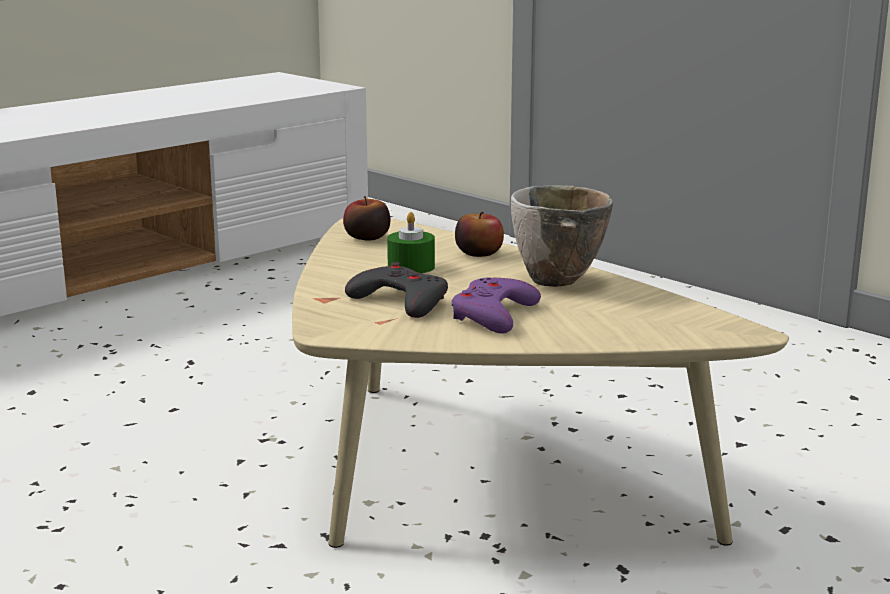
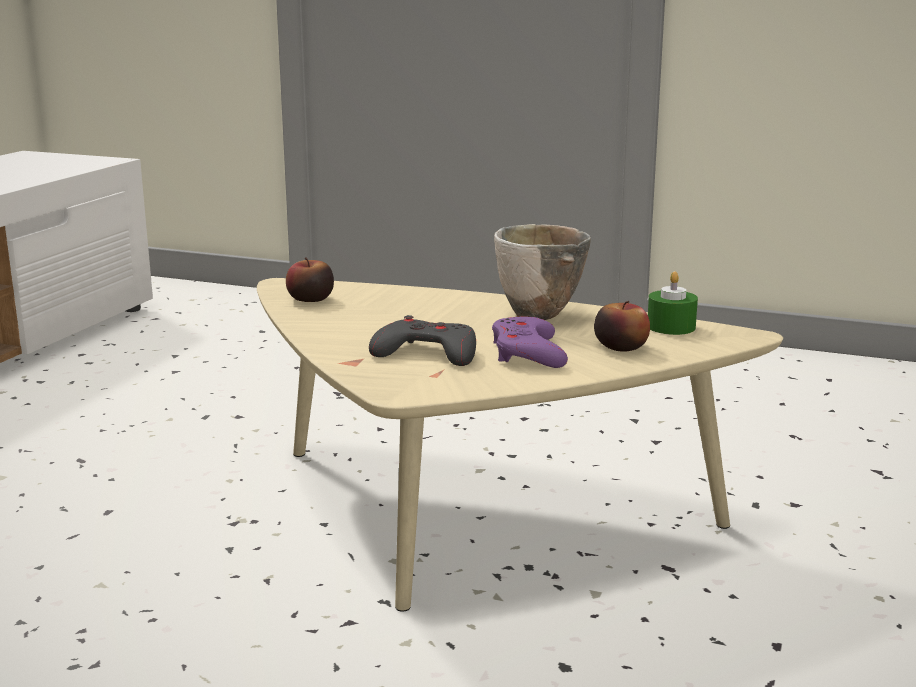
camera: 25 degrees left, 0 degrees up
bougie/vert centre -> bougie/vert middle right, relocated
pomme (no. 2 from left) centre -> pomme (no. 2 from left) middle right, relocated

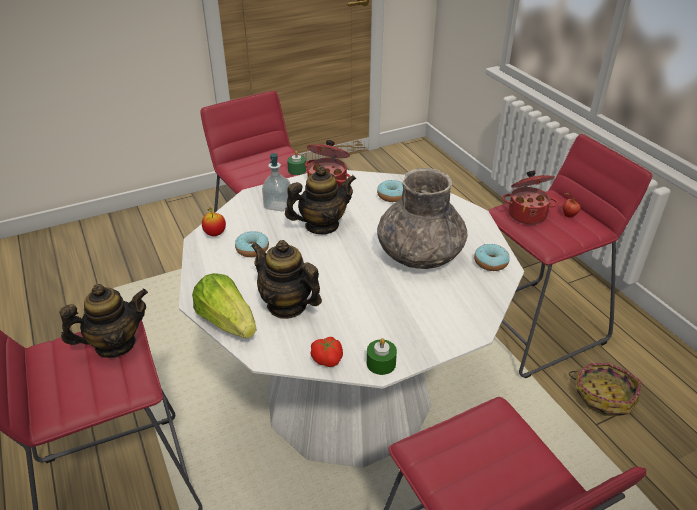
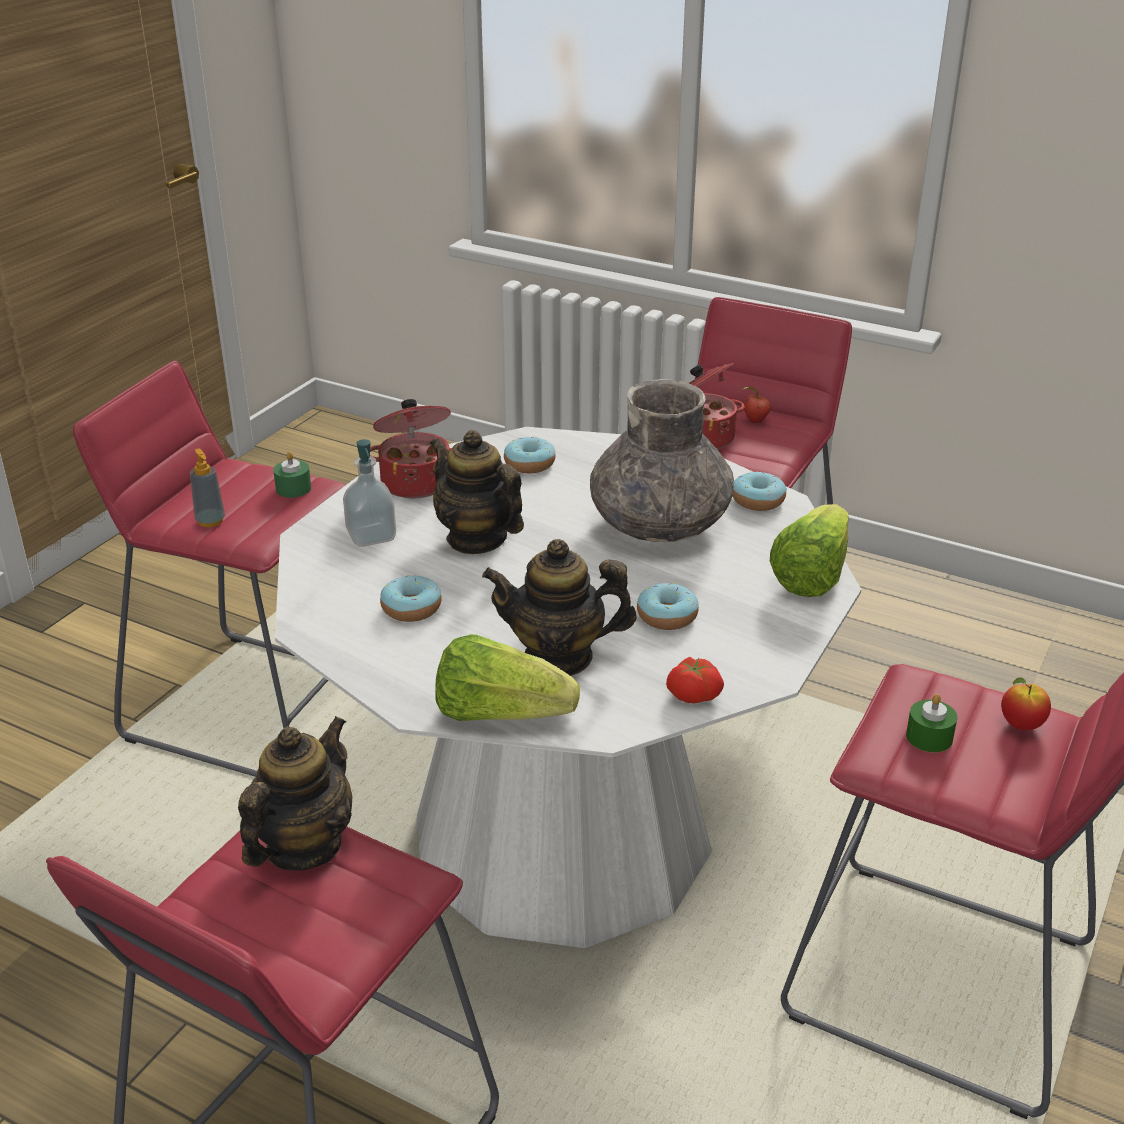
camera: 35 degrees left, 5 degrees down
théière (no. 3 from left in the first image) centre -> théière (no. 2 from left) centre, 75 degrees counterclockwise
pomme (no. 1 from left in the first image) middle left -> pomme (no. 2 from left) middle right, relocated
bougie/vert (no. 2 from left) bottom centre -> bougie/vert (no. 2 from left) middle right, relocated
panier bottom right -> none
none -> distributeur de savon (no. 1 from left) middle left
none -> laitue (no. 2 from left) middle right
none -> beignet (no. 3 from left) centre

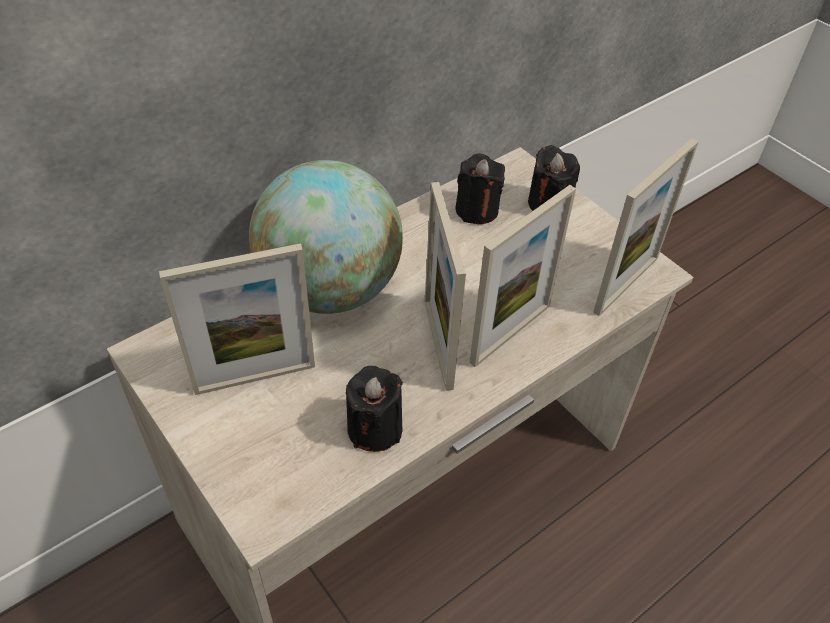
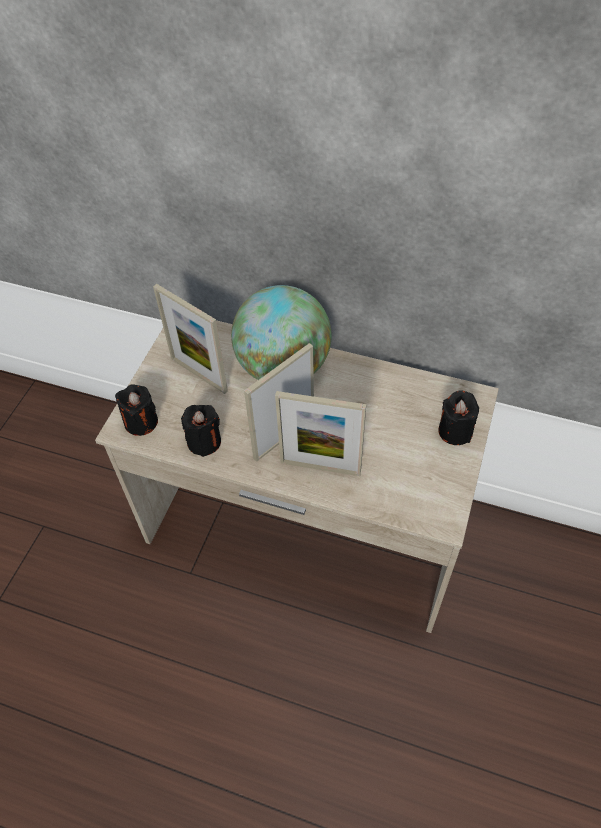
camera: 60 degrees right, 5 degrees up
cadre photo (no. 4 from left) middle right -> none
bougie/noir (no. 2 from left in the first image) top centre -> bougie/noir (no. 1 from left) middle left, relocated

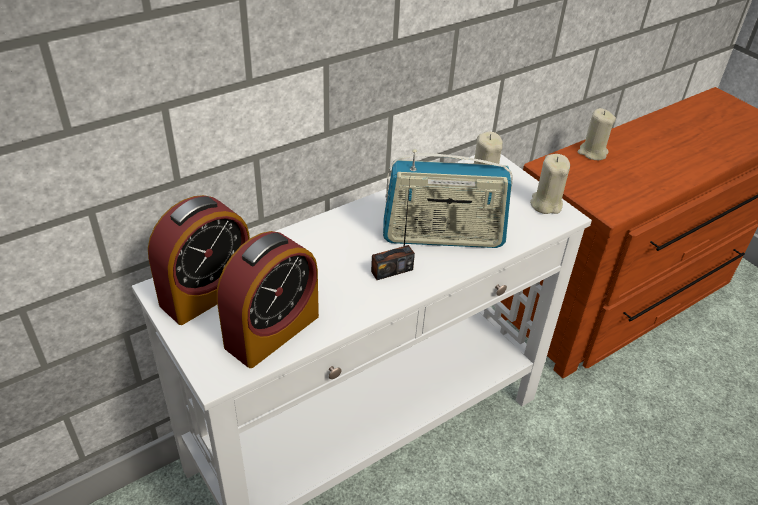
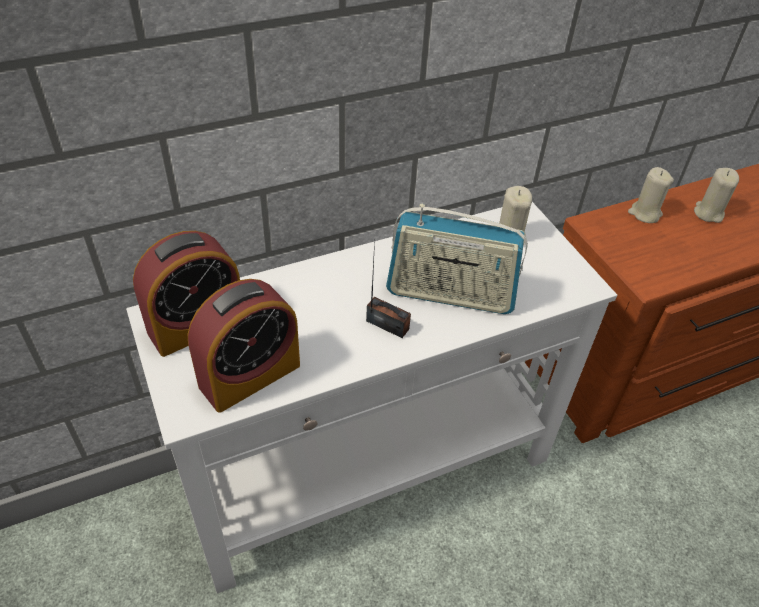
camera: 10 degrees right, 5 degrees up
bougie/beige (no. 2 from left in the first image) middle right -> bougie/beige (no. 3 from left) top right, relocated
radio (no. 1 from left) centre, 135 degrees counterclockwise

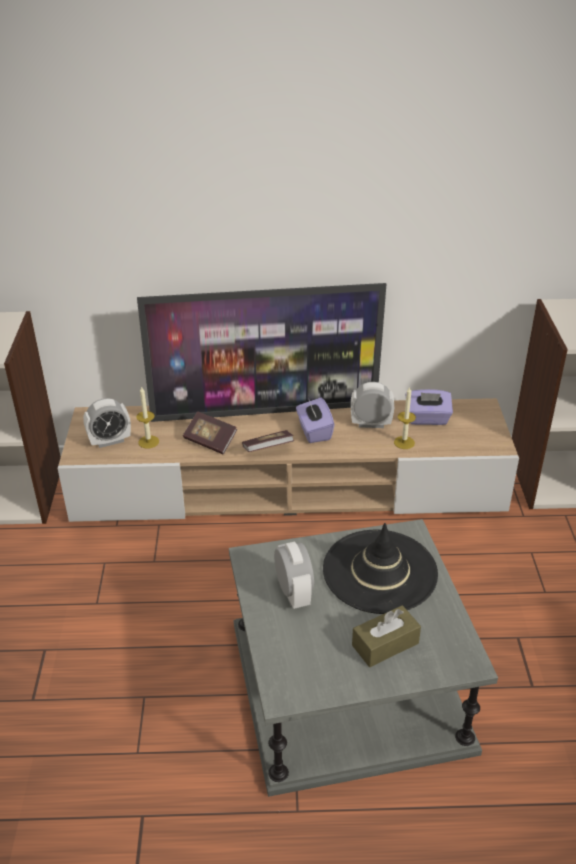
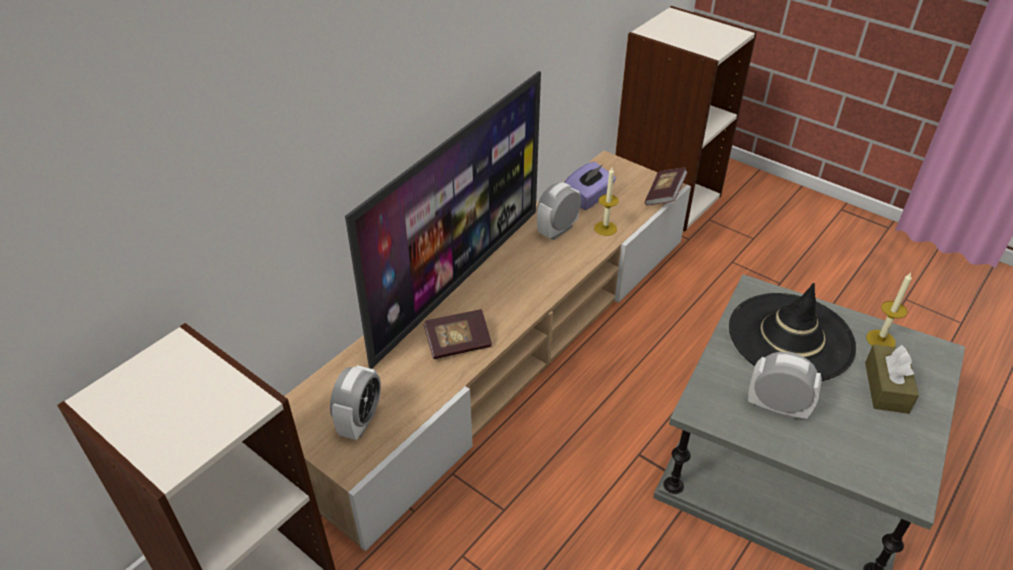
camera: 50 degrees left, 5 degrees up
bougie (no. 1 from left in the first image) middle left -> bougie (no. 2 from left) middle right, relocated
boîte à mouchoirs/violet (no. 1 from left) centre -> none
livre (no. 2 from left) centre -> livre (no. 2 from left) top centre, relocated

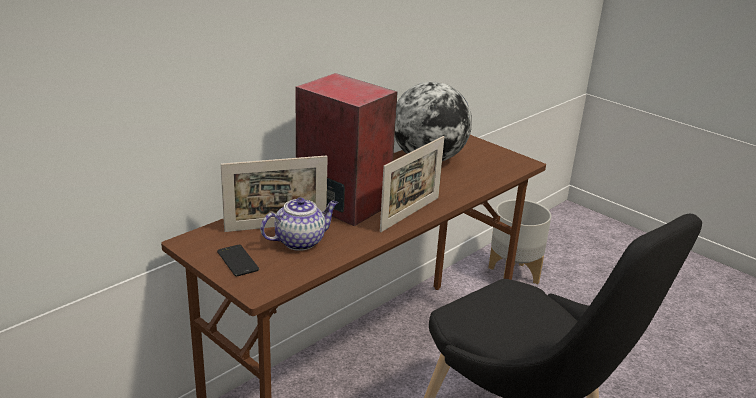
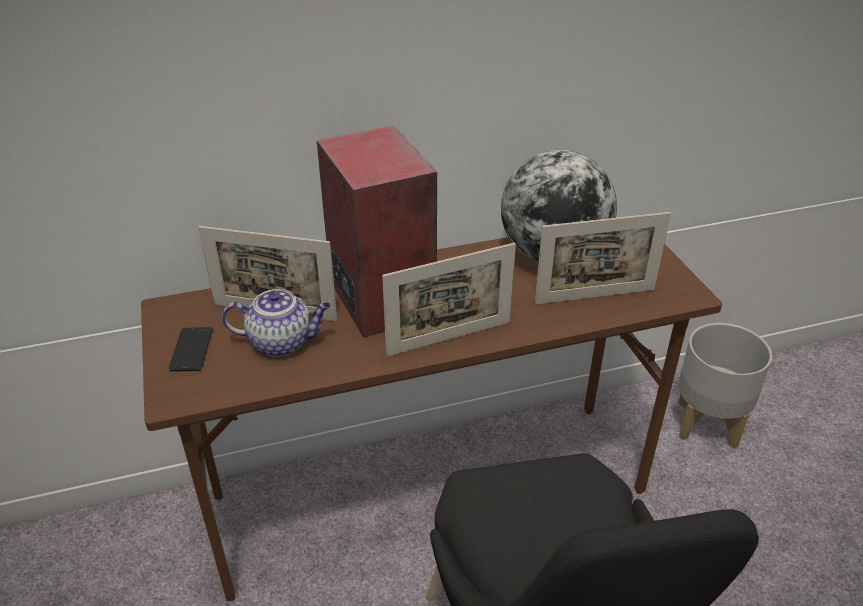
camera: 30 degrees right, 10 degrees up
none -> cadre photo (no. 3 from left) middle right

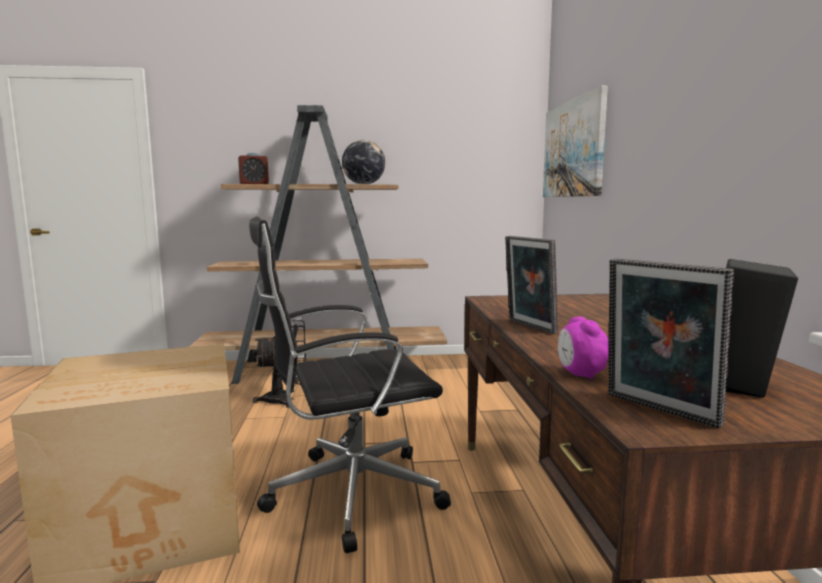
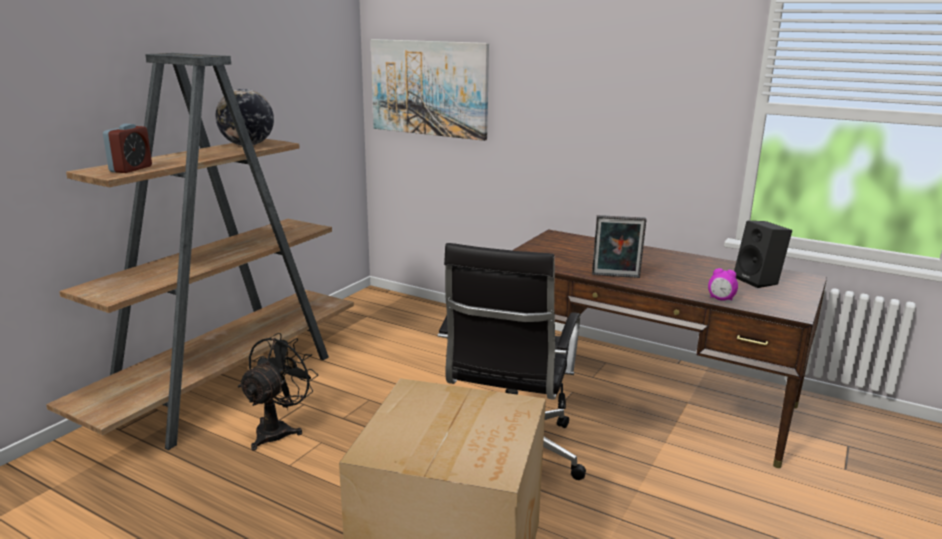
camera: 55 degrees left, 10 degrees up
cadre photo (no. 2 from left) middle right -> none

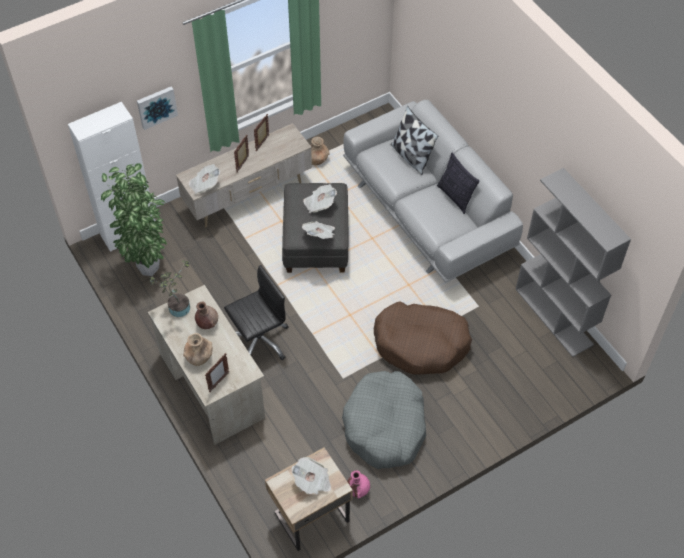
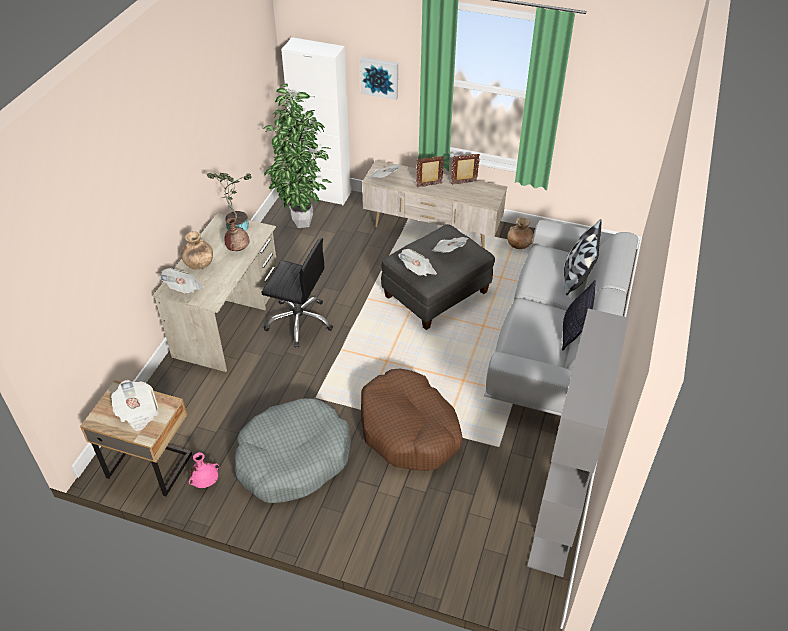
camera: 50 degrees right, 10 degrees down
cadre photo (no. 1 from left) bottom left -> journal (no. 2 from left) middle left

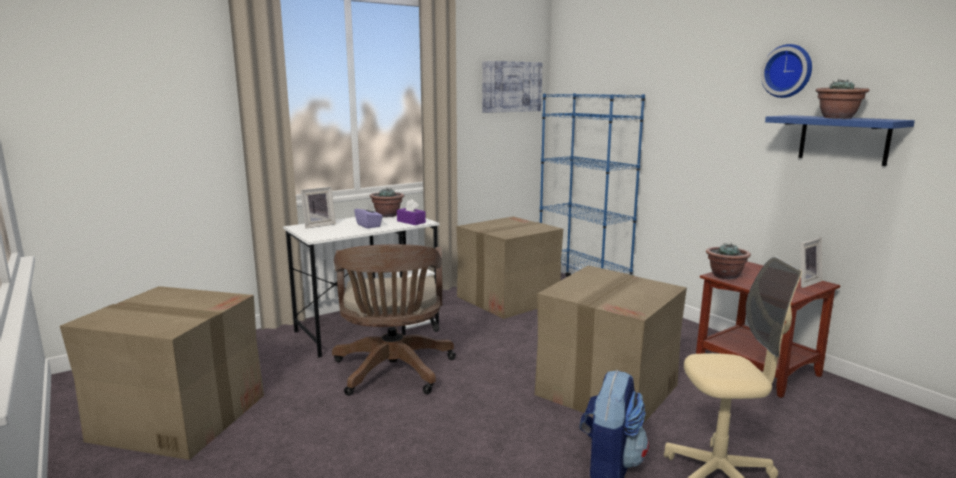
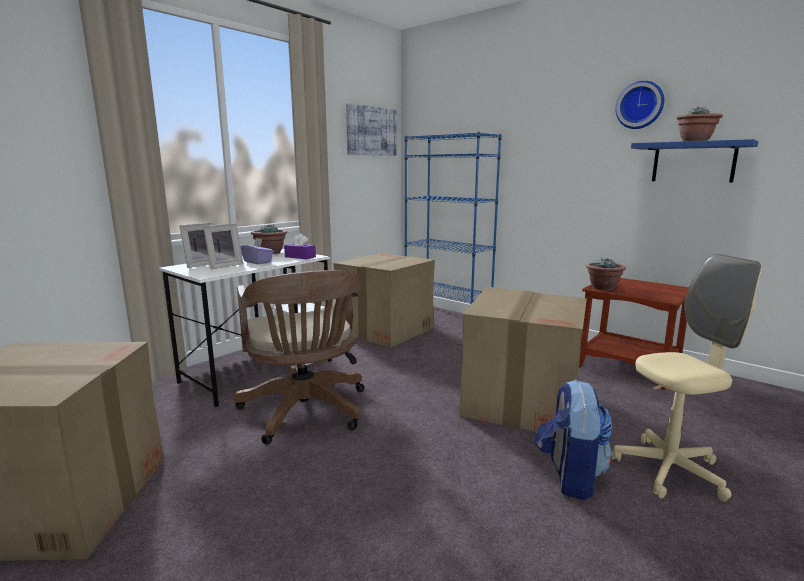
camera: 15 degrees left, 0 degrees up
cadre photo (no. 2 from left) middle right -> cadre photo (no. 2 from left) middle left, relocated

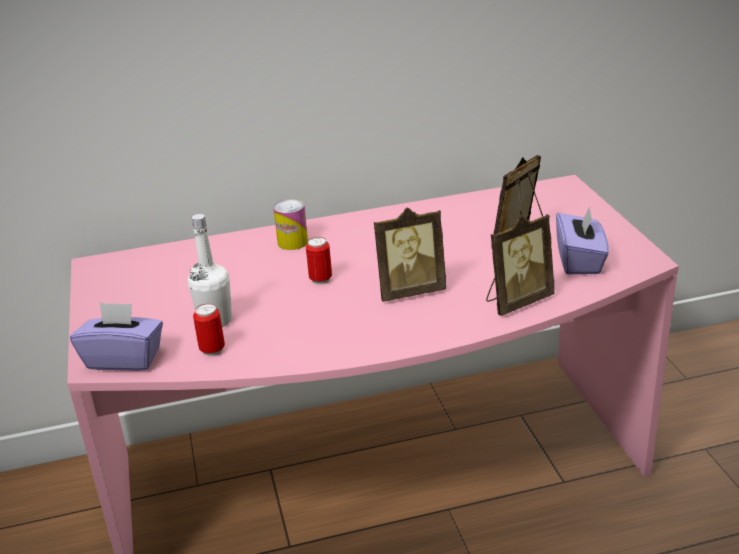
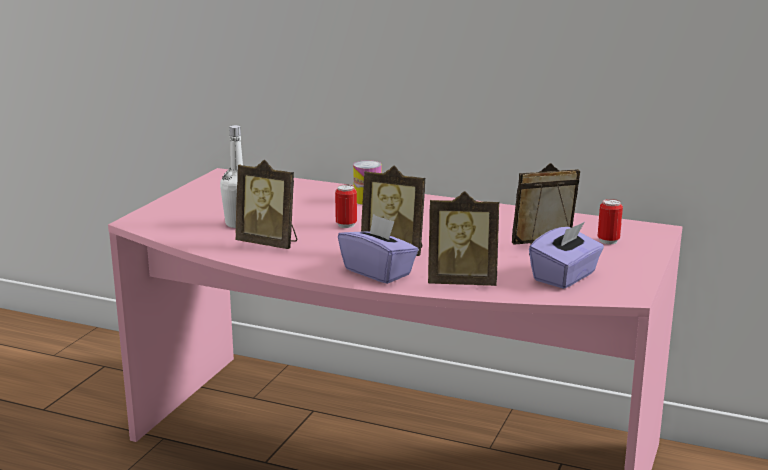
camera: 35 degrees right, 10 degrees down
boîte à mouchoirs/violet (no. 1 from left) middle left -> boîte à mouchoirs/violet (no. 1 from left) centre, relocated
boîte métallique (no. 1 from left in the first image) middle left -> boîte métallique (no. 3 from left) middle right, relocated
none -> cadre photo (no. 1 from left) centre

